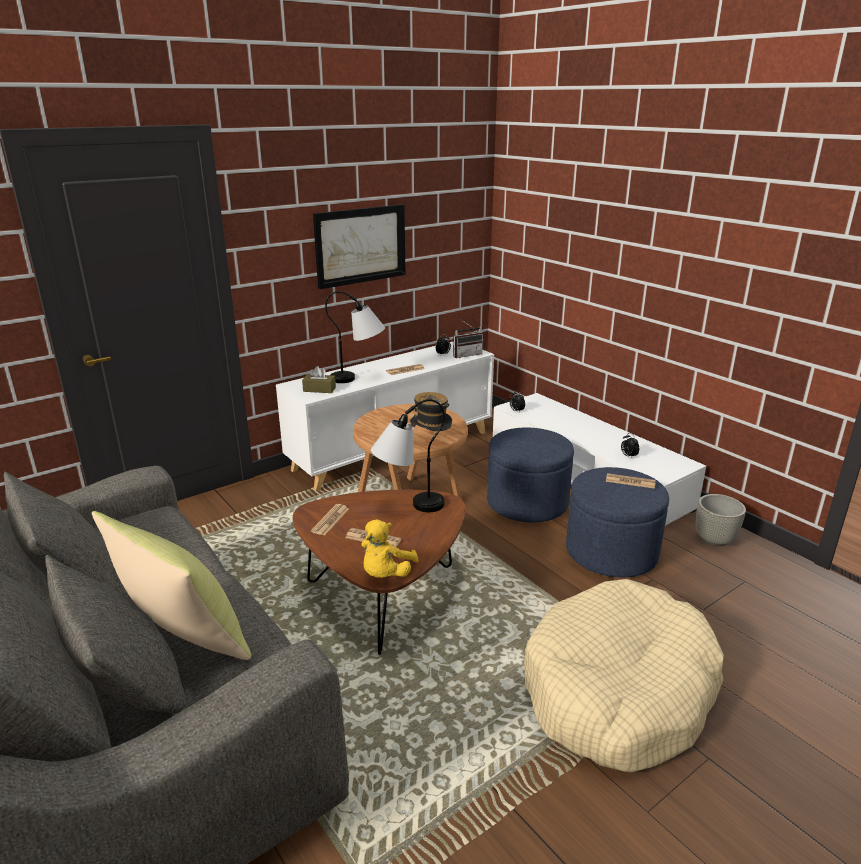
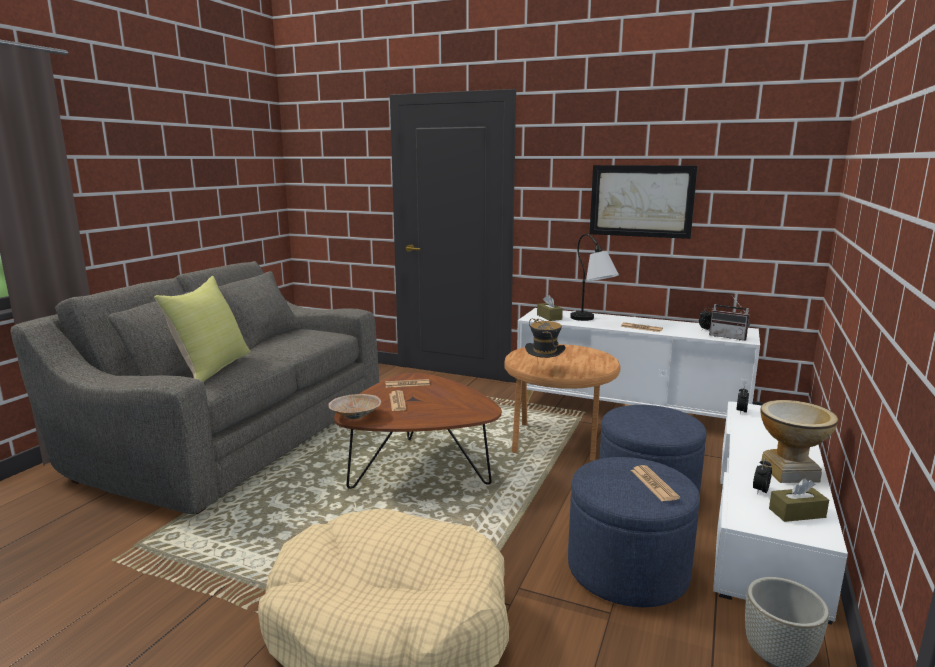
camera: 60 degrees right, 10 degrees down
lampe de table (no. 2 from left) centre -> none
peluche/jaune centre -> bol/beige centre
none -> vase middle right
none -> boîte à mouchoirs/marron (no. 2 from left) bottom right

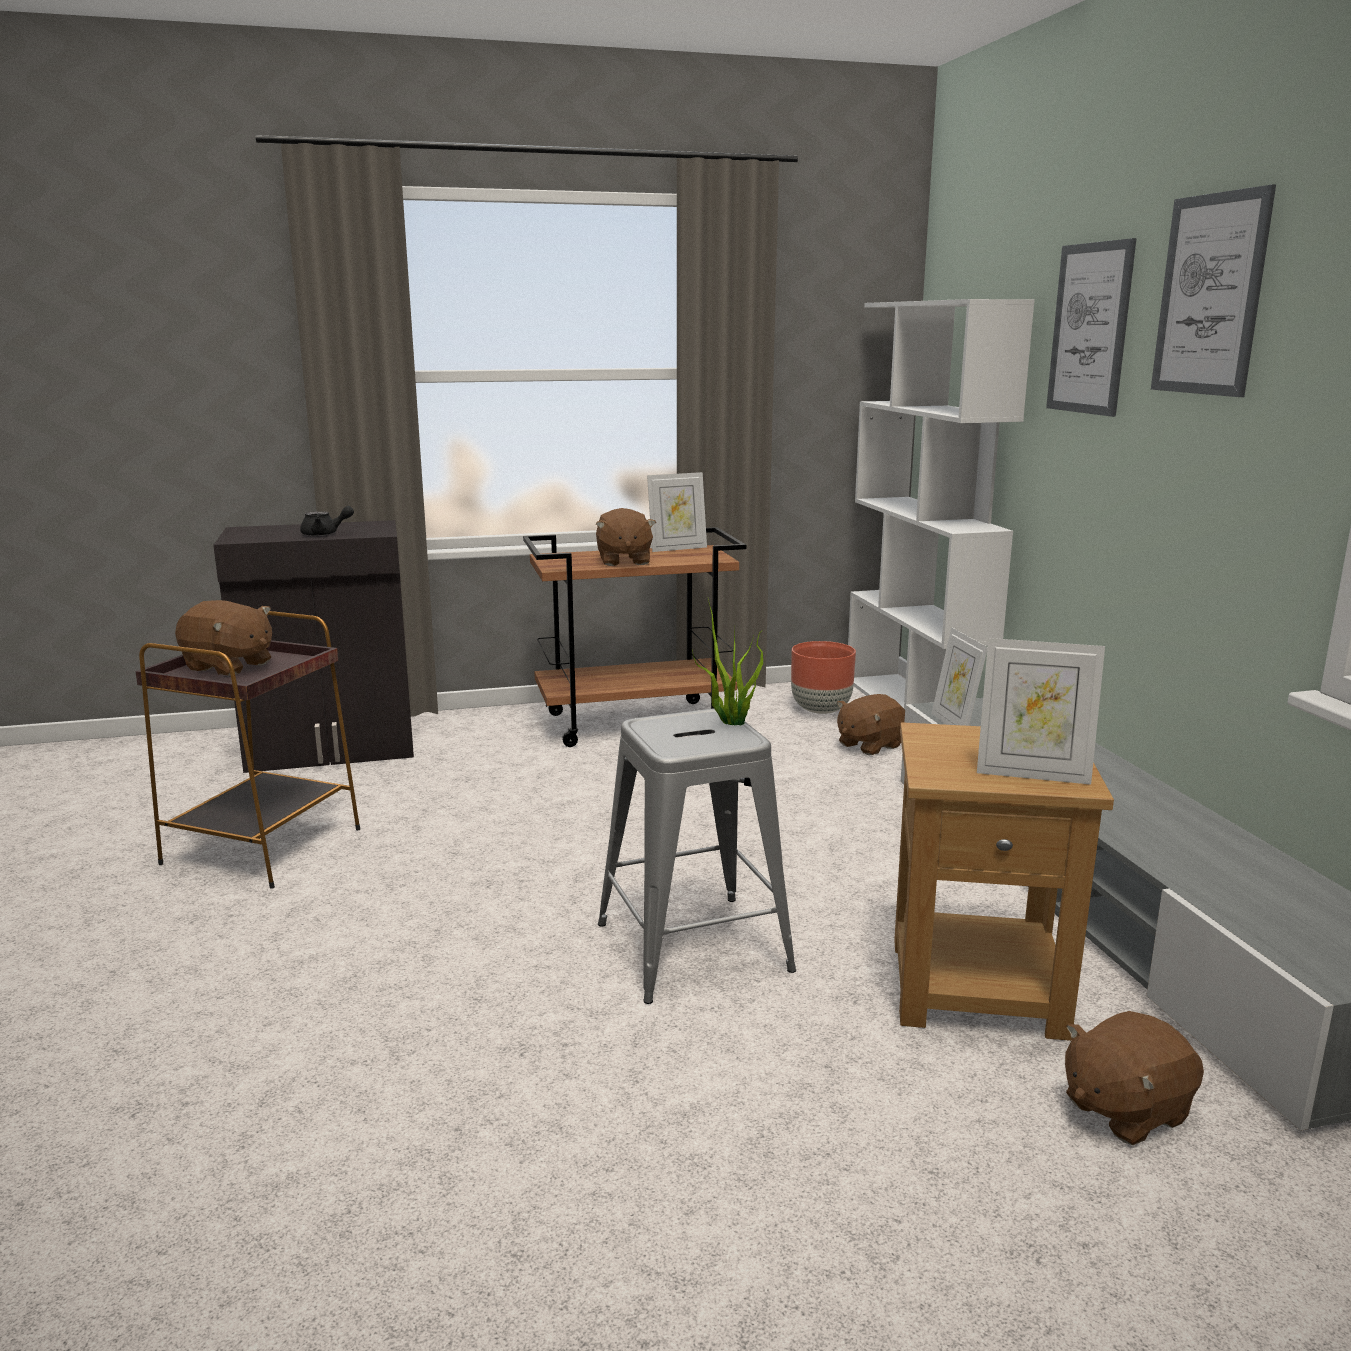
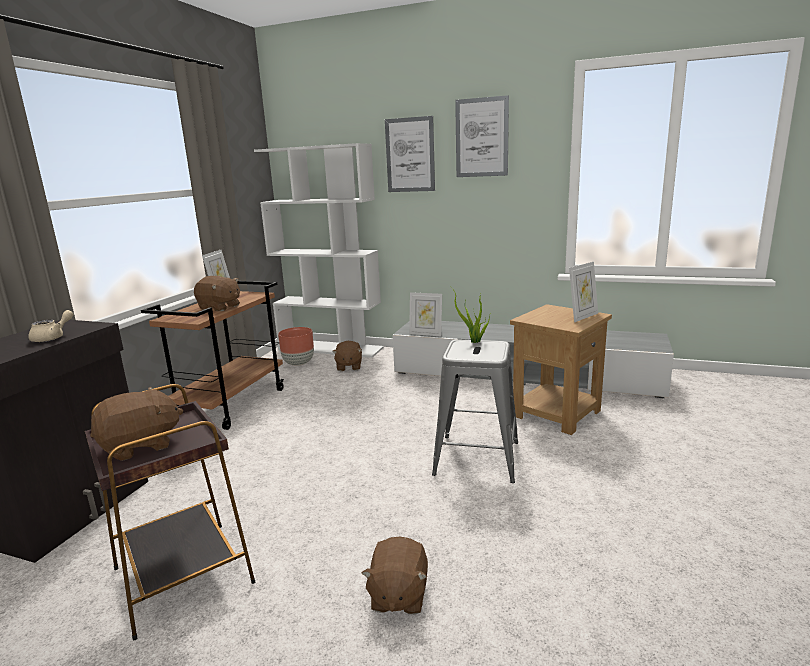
camera: 55 degrees left, 0 degrees up
théière/noir middle left -> théière/beige middle left
peluche/marron (no. 4 from left) bottom right -> peluche/marron (no. 4 from left) bottom centre, relocated

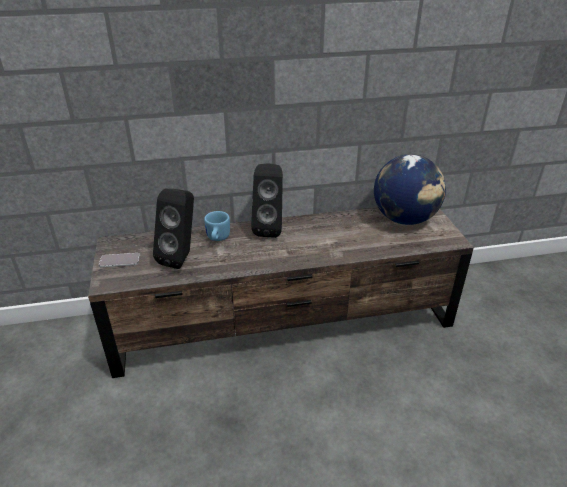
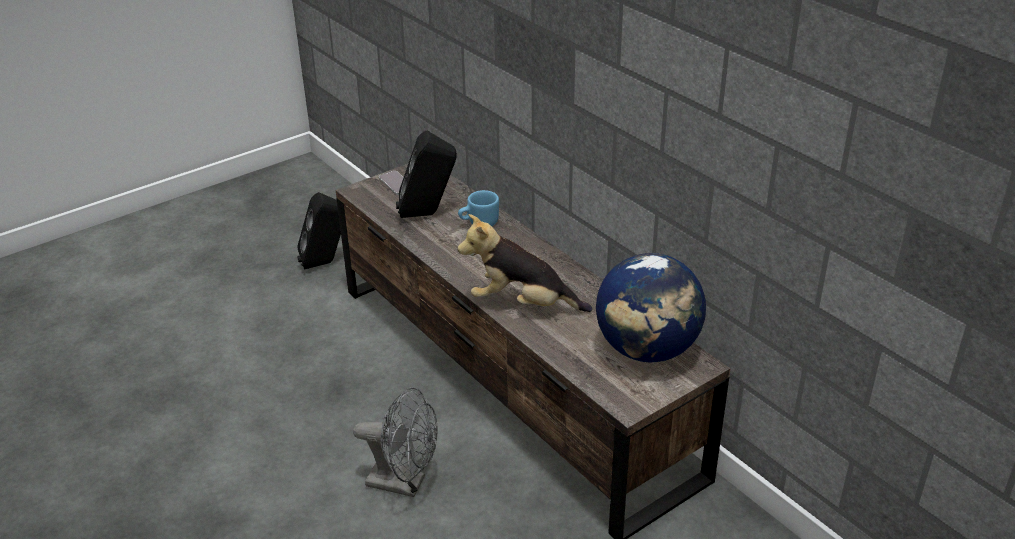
camera: 65 degrees right, 0 degrees up
enceinte/noir (no. 2 from left in the first image) centre -> enceinte/noir (no. 1 from left) middle left, relocated
none -> peluche centre
none -> ventilateur/gris bottom centre

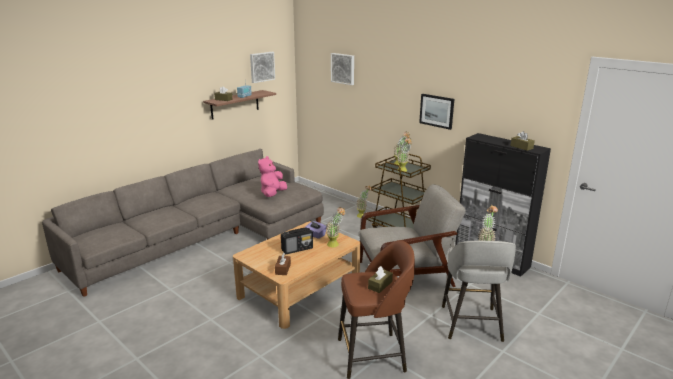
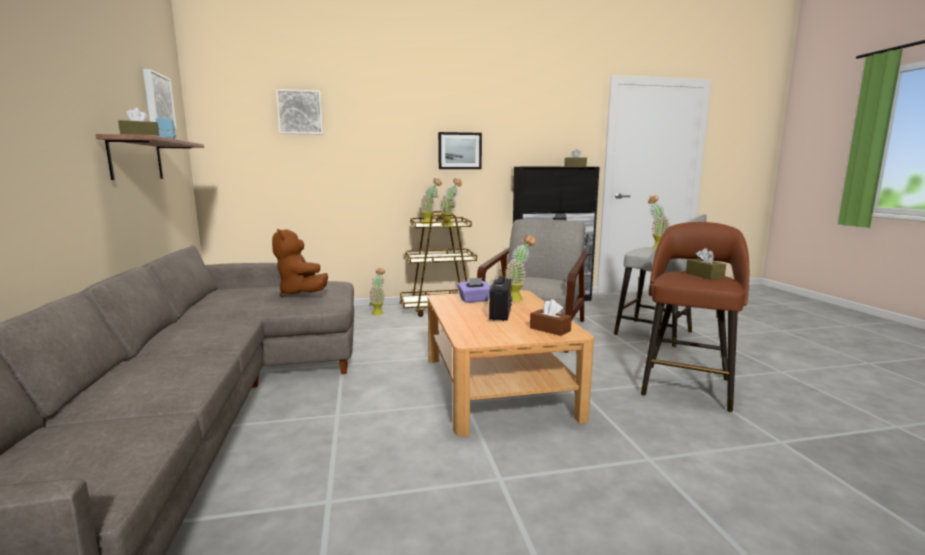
camera: 55 degrees left, 10 degrees down
peluche/rose centre -> peluche/marron middle left

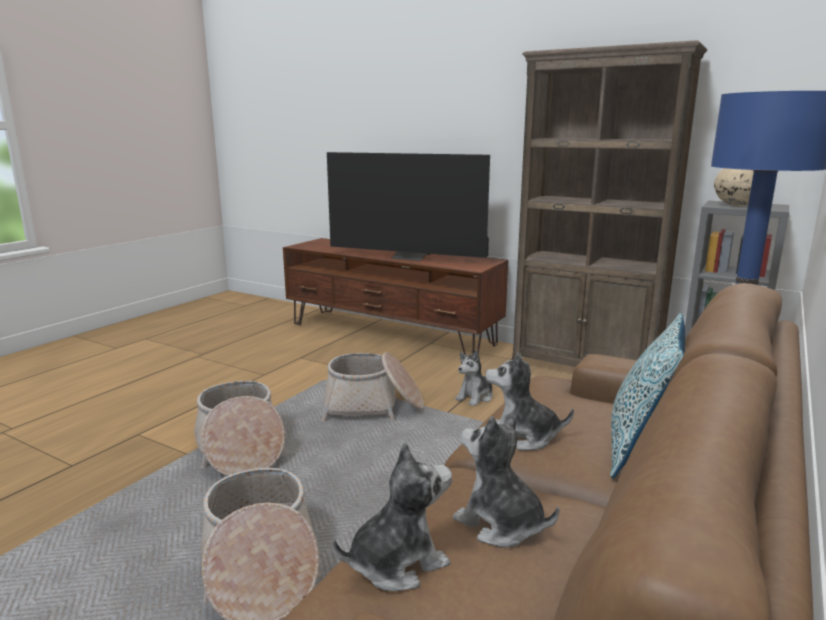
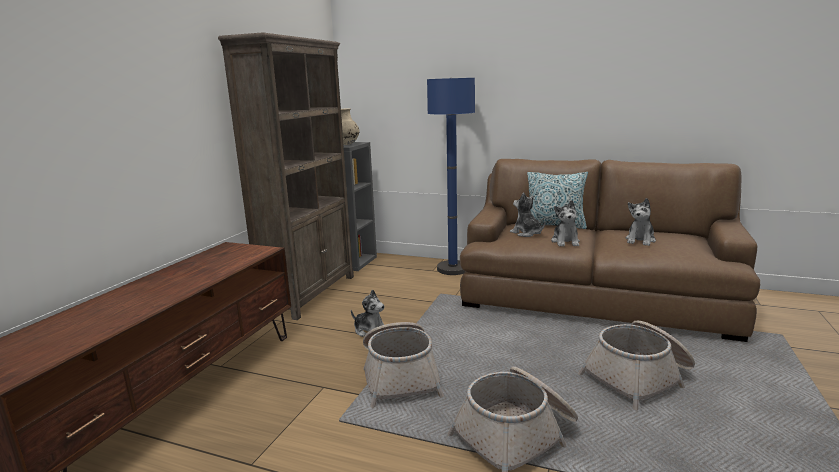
camera: 100 degrees left, 0 degrees up
téléviseur top centre -> none
peluche (no. 1 from left in the first image) bottom centre -> peluche (no. 2 from left) centre, relocated

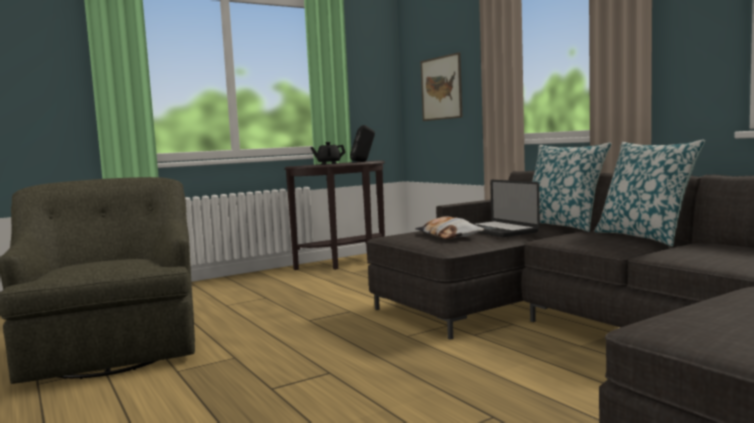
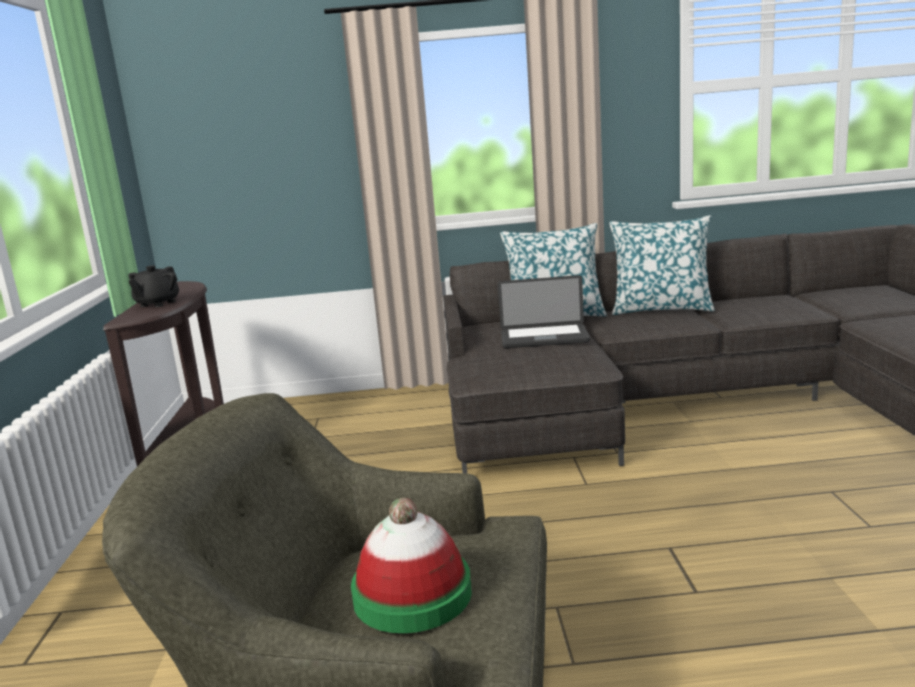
camera: 60 degrees left, 10 degrees up
tableau top centre -> none
enceinte/noir centre -> none
coussin (no. 1 from left) centre -> none
none -> chapeau bottom centre

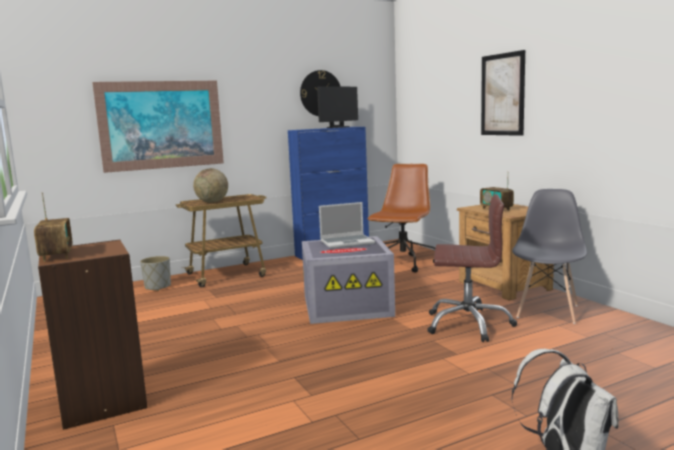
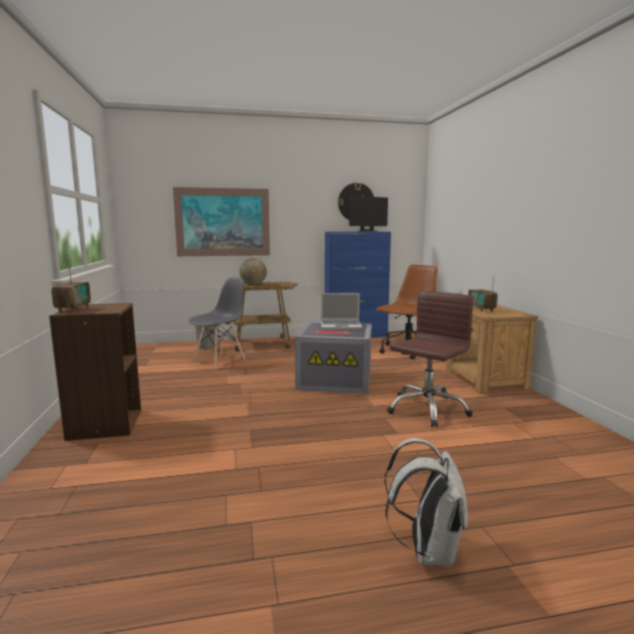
camera: 15 degrees right, 0 degrees up
tableau (no. 2 from left) top right -> none
chaise/gris middle right -> chaise/gris centre, relocated
chaise de bureau/marron (no. 2 from left) middle right, 75 degrees counterclockwise

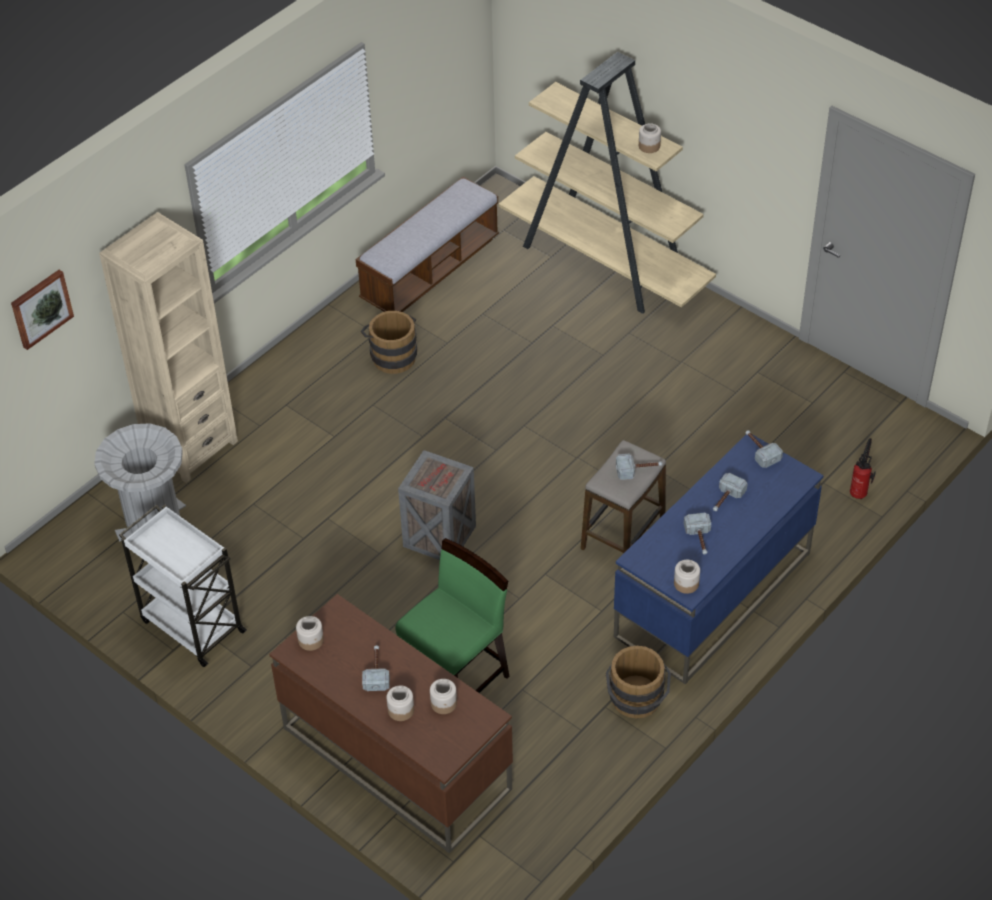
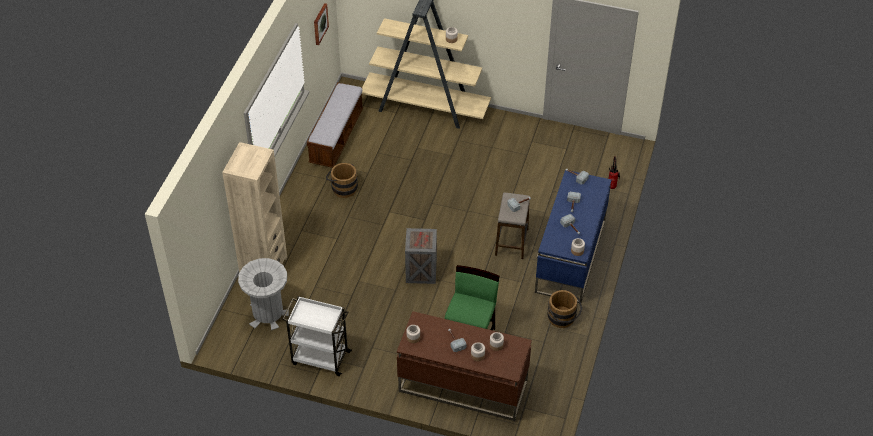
camera: 25 degrees left, 0 degrees up
tableau middle left -> tableau top centre, relocated

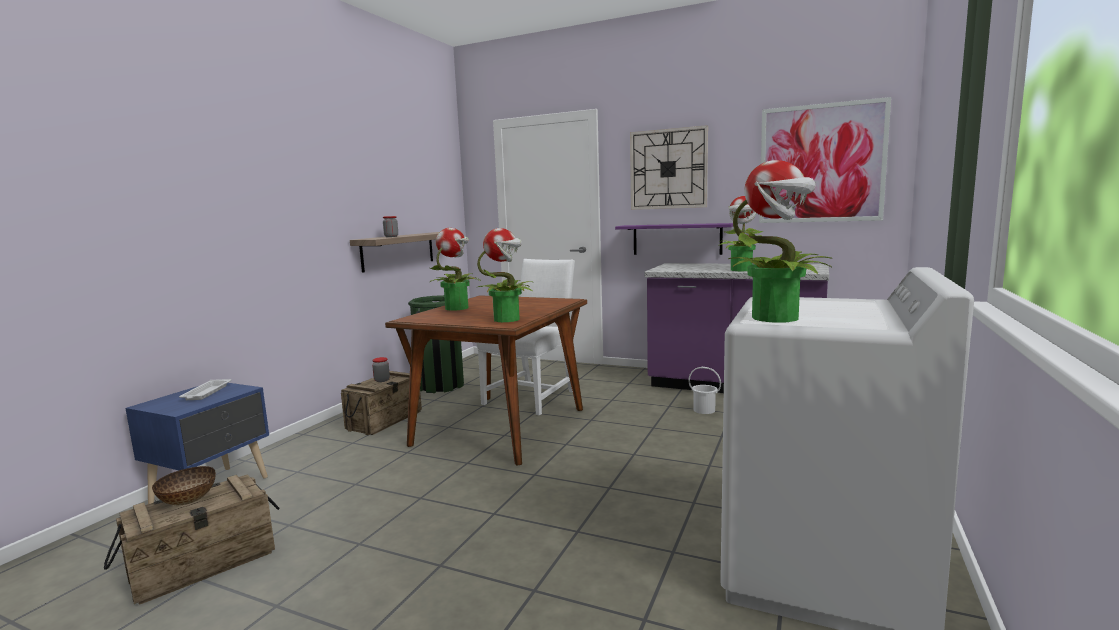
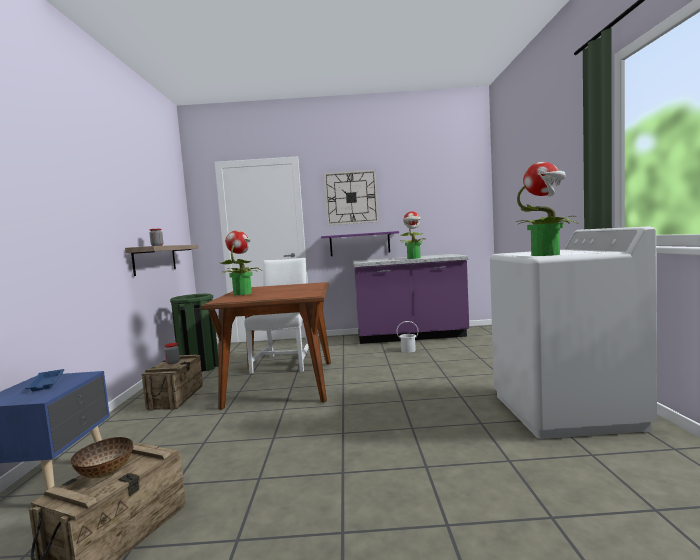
camera: 25 degrees left, 5 degrees down
tableau top right -> none
plante en pot (no. 2 from left) centre -> none
plateau/blanc middle left -> plateau/bleu bottom left

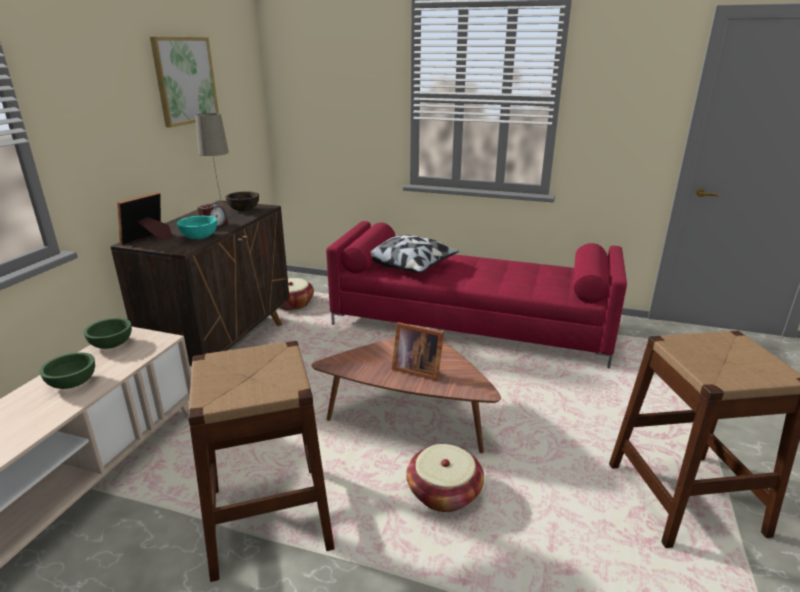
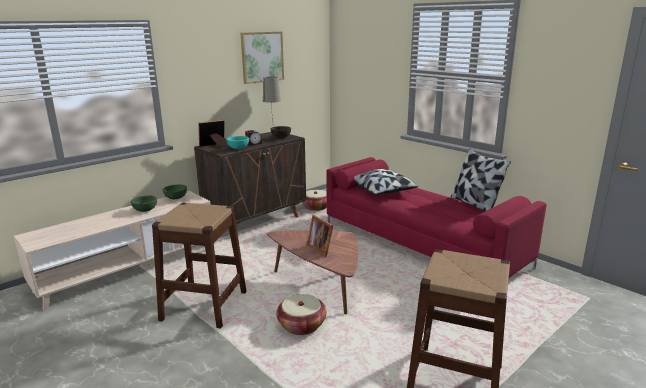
camera: 30 degrees right, 5 degrees down
none -> coussin (no. 2 from left) middle right

